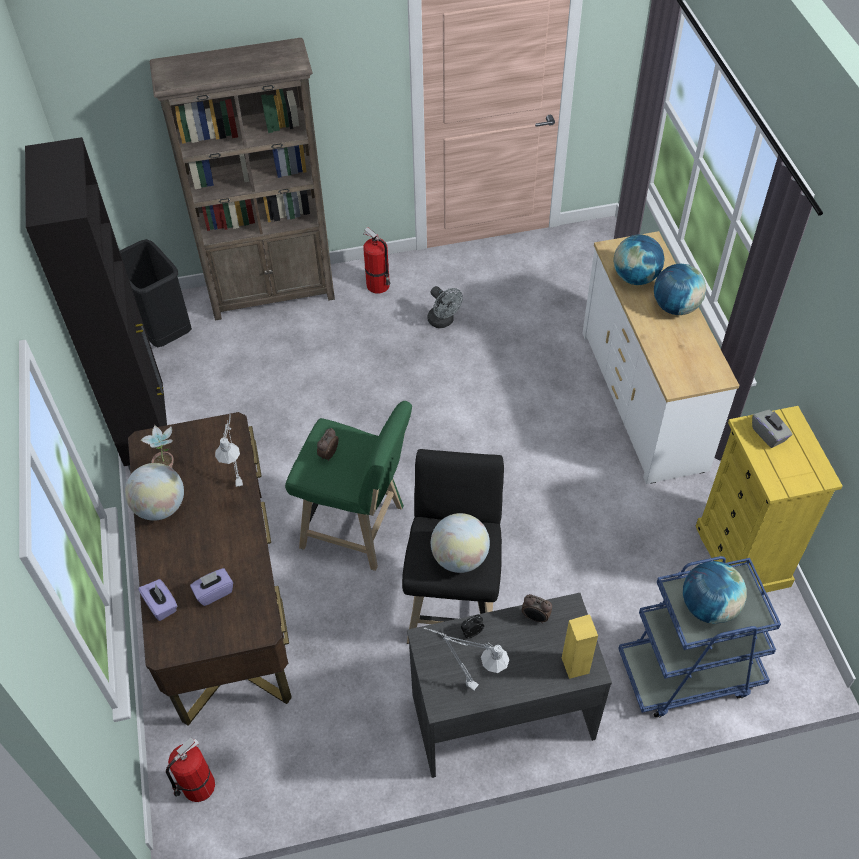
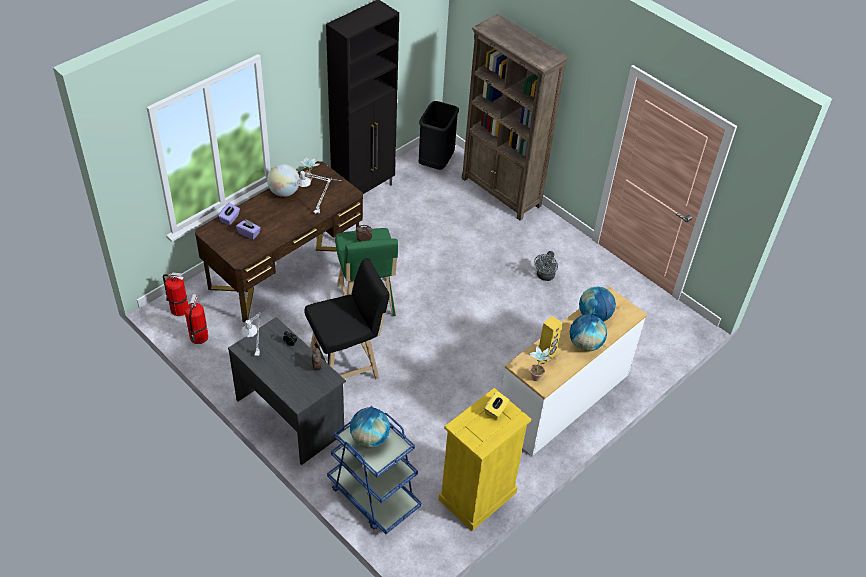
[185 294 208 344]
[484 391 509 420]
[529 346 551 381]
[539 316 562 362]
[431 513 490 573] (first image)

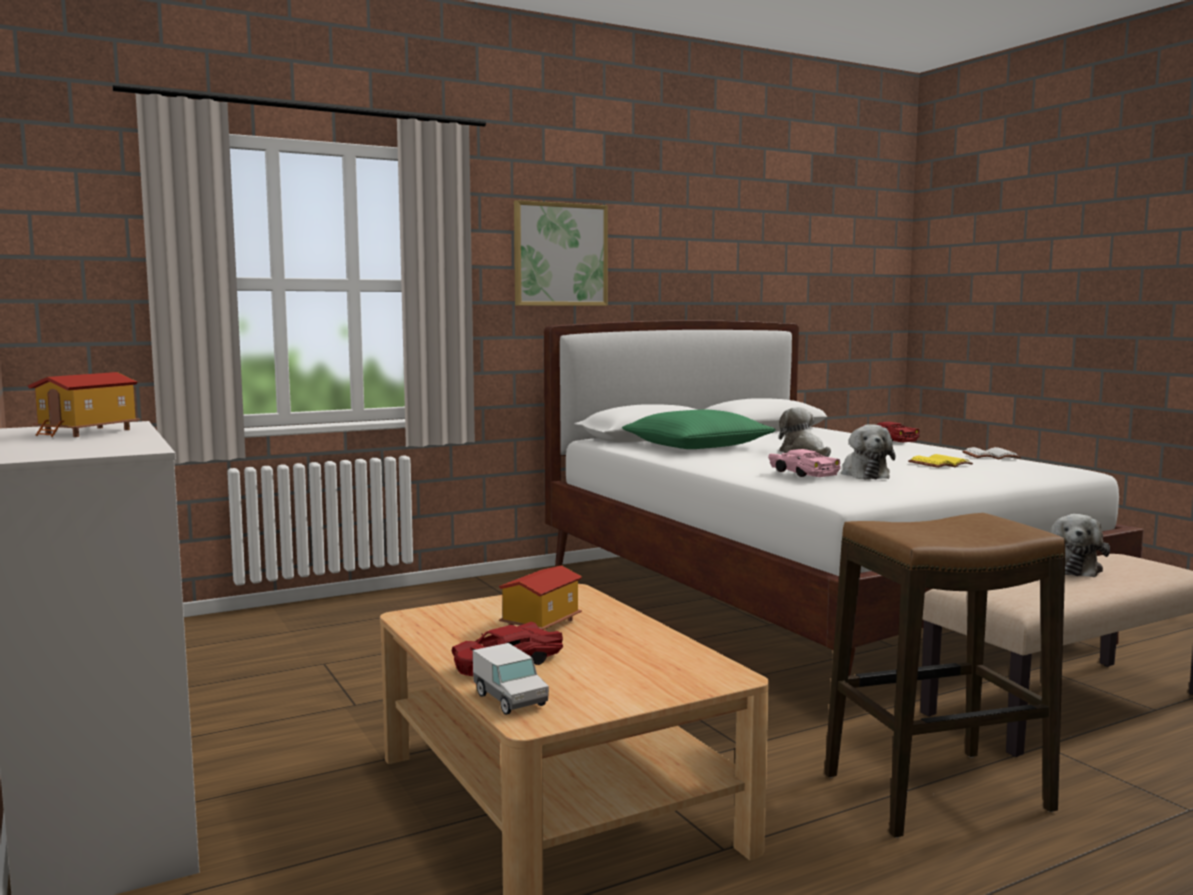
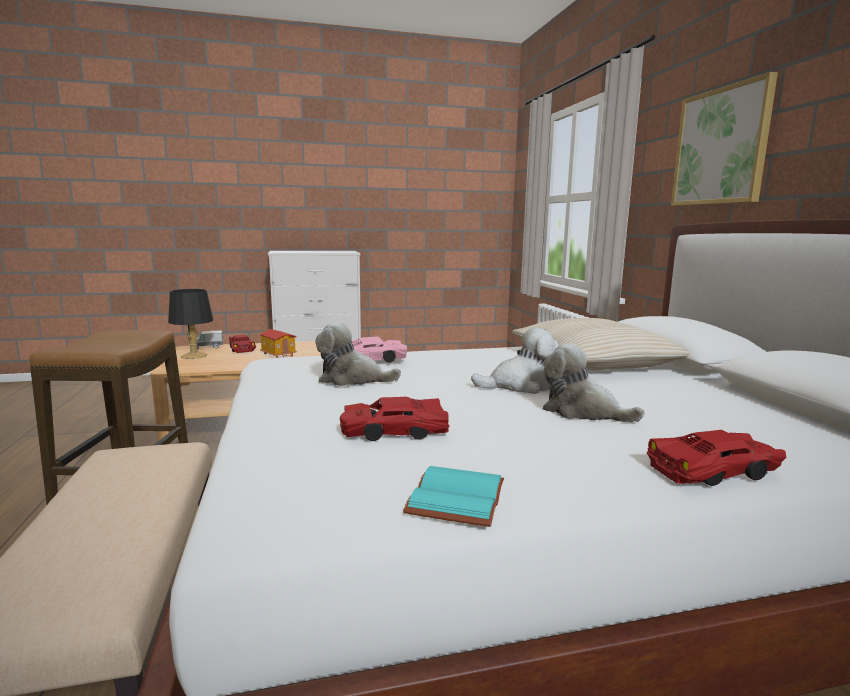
[168 289 213 359]
[340 397 450 441]
[403 466 504 527]
[512 318 690 370]
[543 343 644 422]
[28 372 140 437] (first image)

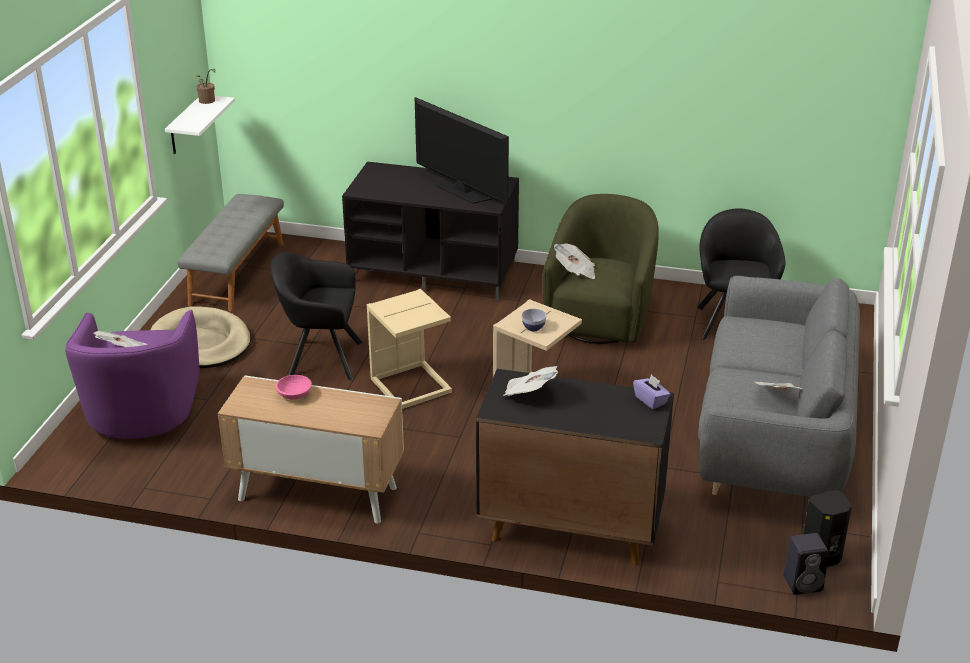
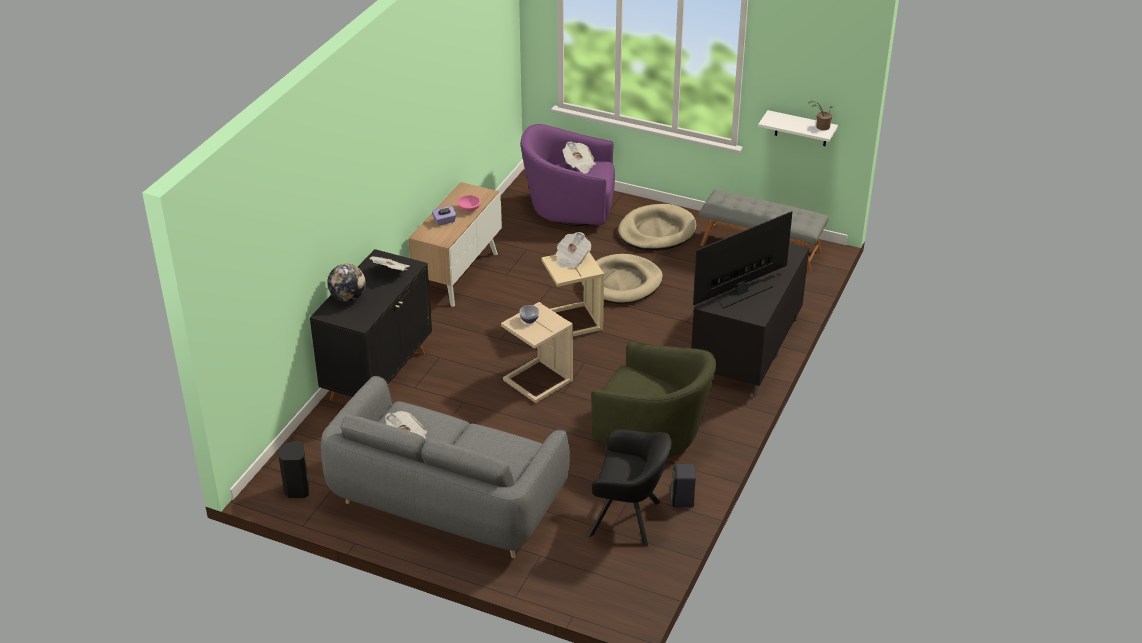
[327 264 366 302]
[432 206 457 225]
[556 232 591 268]
[581 254 663 304]
[671 464 696 507]

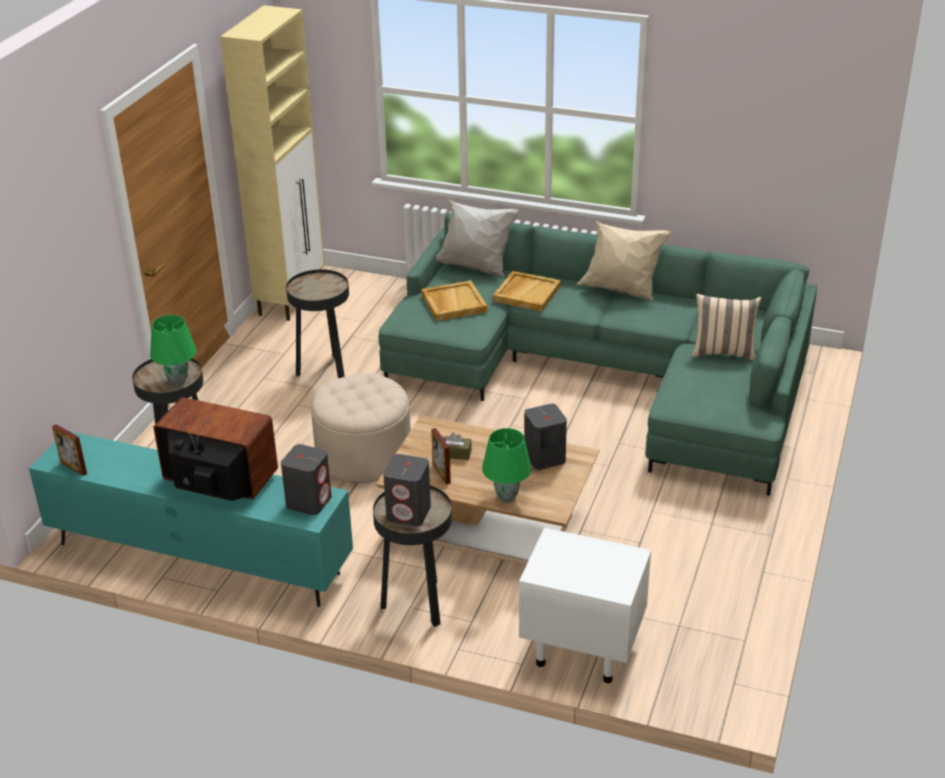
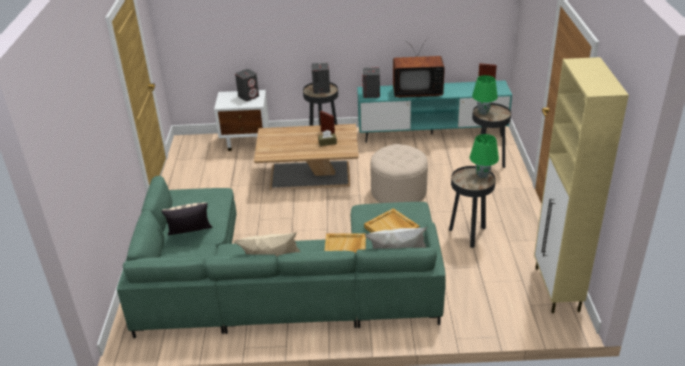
[235 69 259 101]
[470 134 499 178]

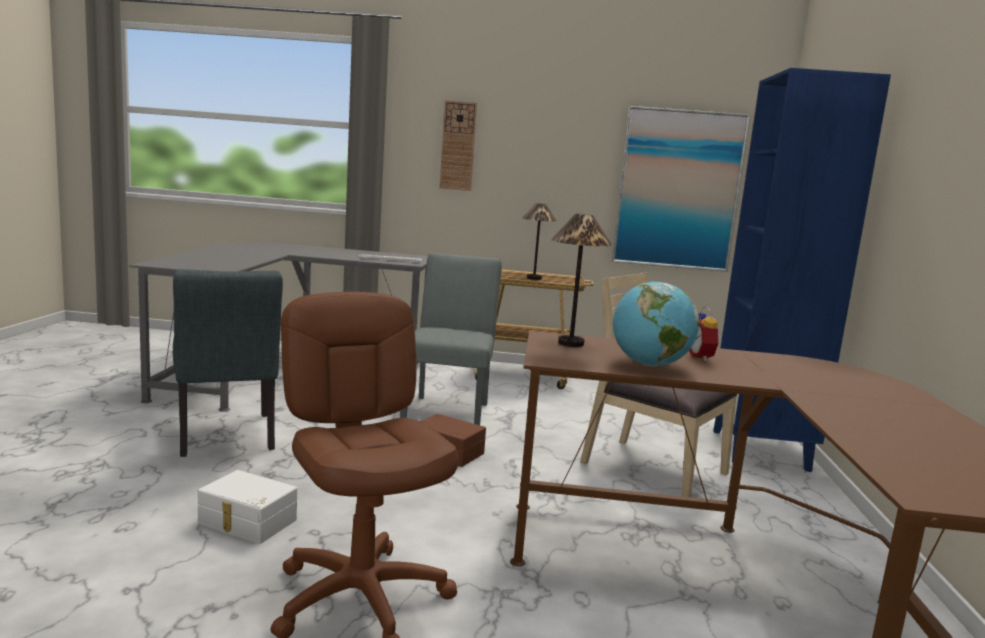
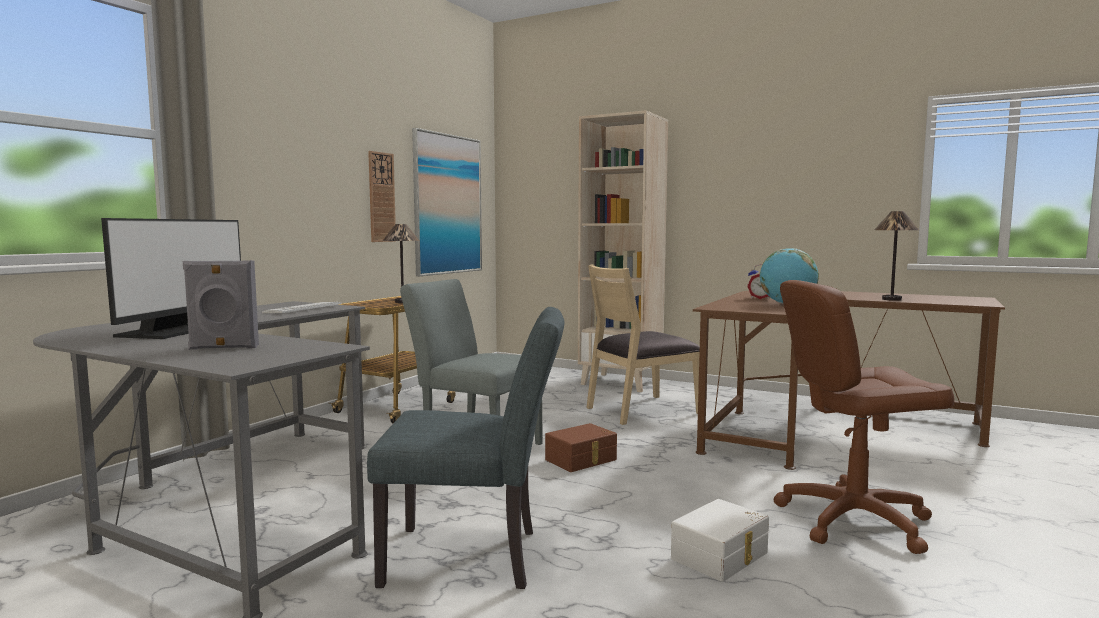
[101 218 241 339]
[183 260 259 350]
[368 151 396 242]
[578 110 668 392]
[874 211 919 301]

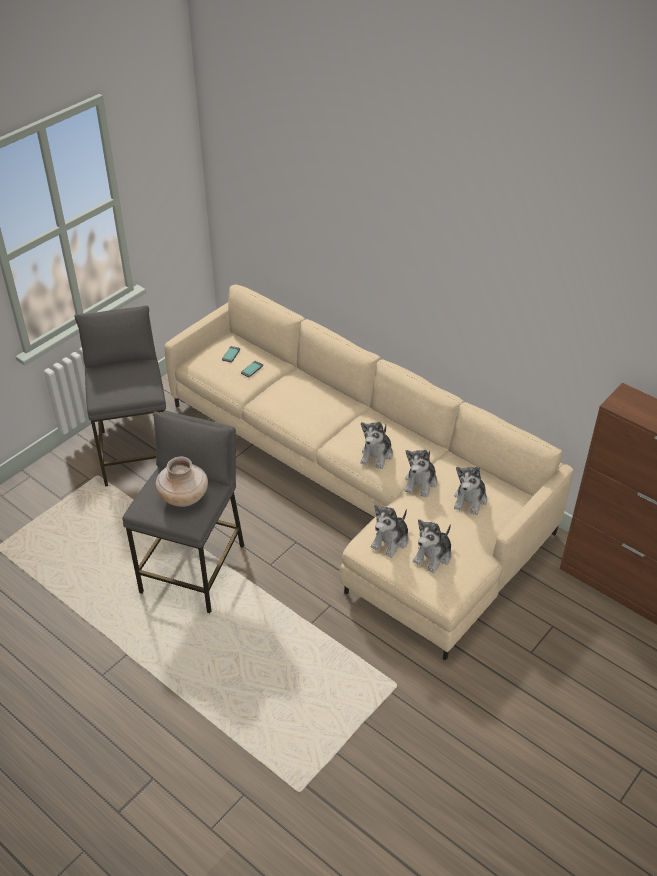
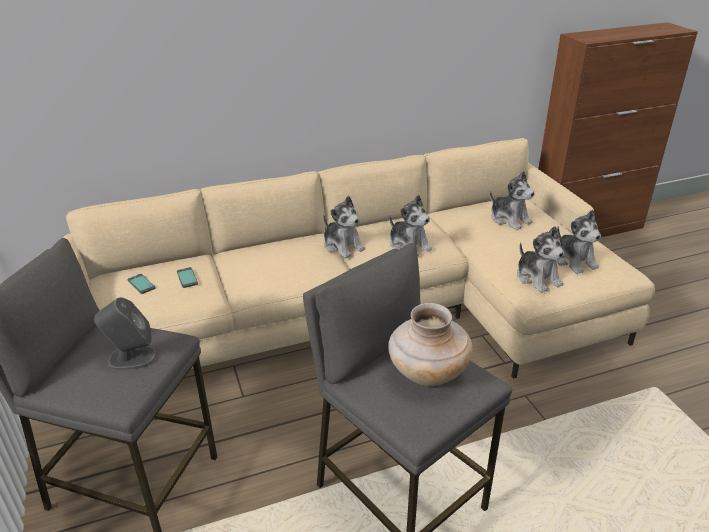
[94 297 157 370]
[324 196 365 258]

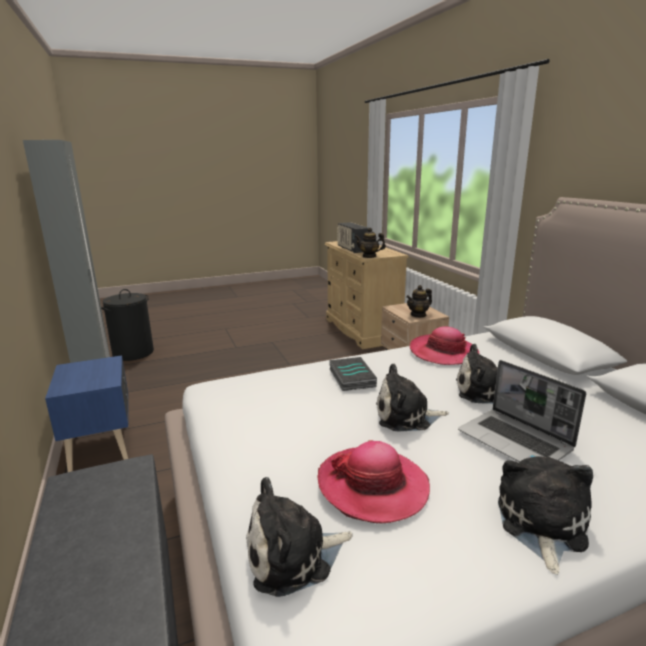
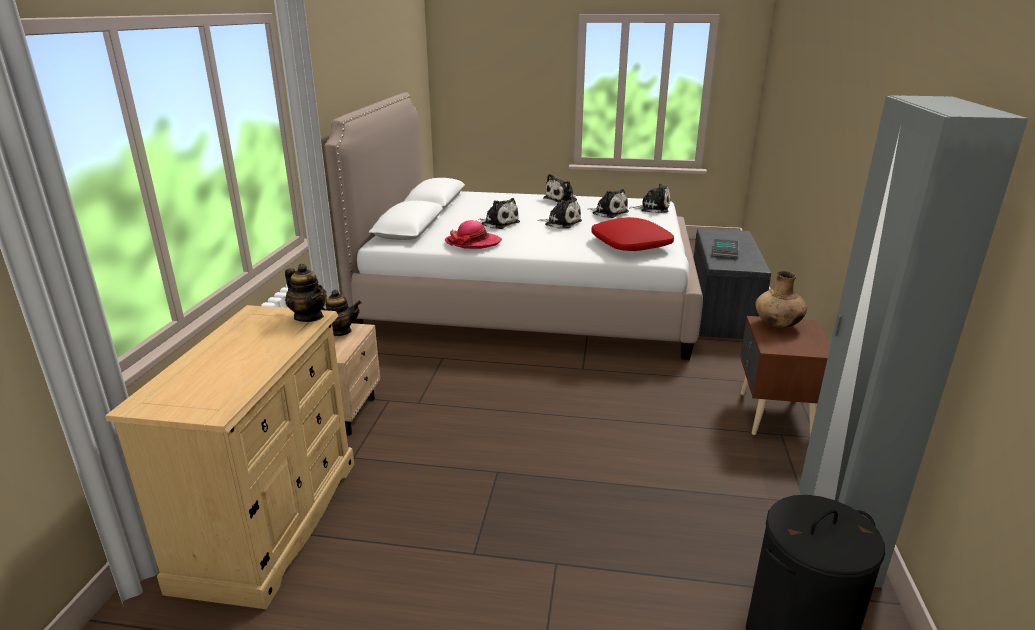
[588 189 629 218]
[591 217 674 251]
[712 239 739 259]
[740 316 830 435]
[756 271 807 328]
[337 222 369 253] (first image)
[458 360 586 462] (first image)

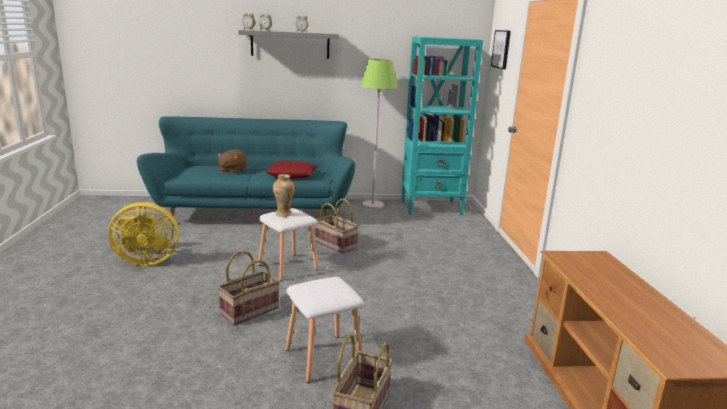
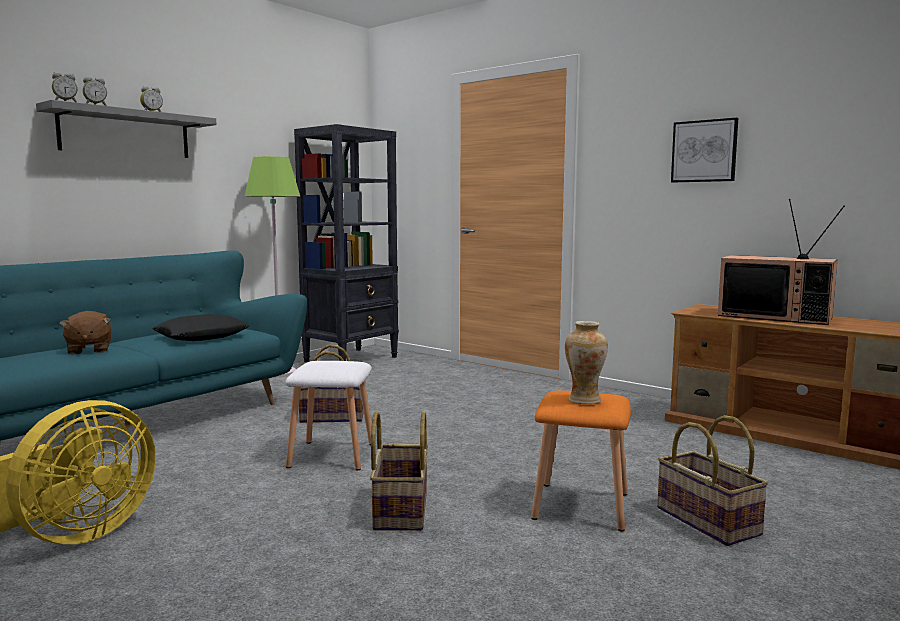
[152 314 250 341]
[294 124 399 362]
[531 390 631 531]
[565 321 608 404]
[671 118 738 182]
[718 199 845 325]

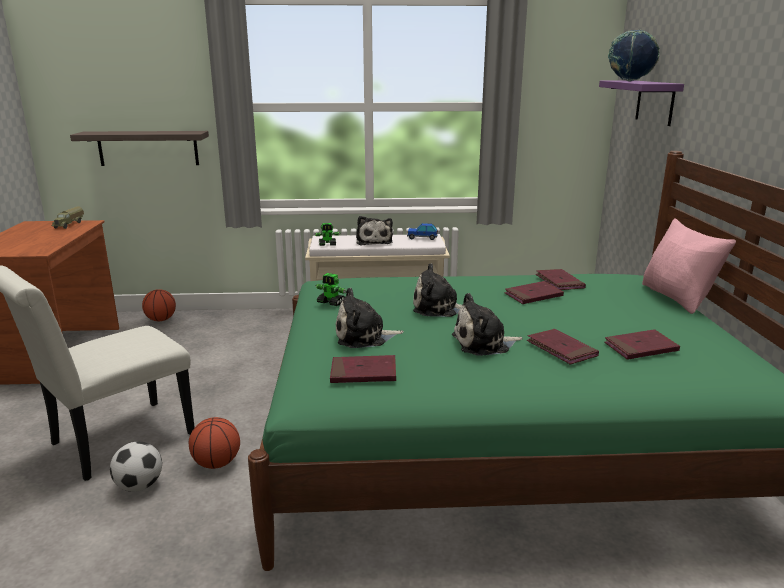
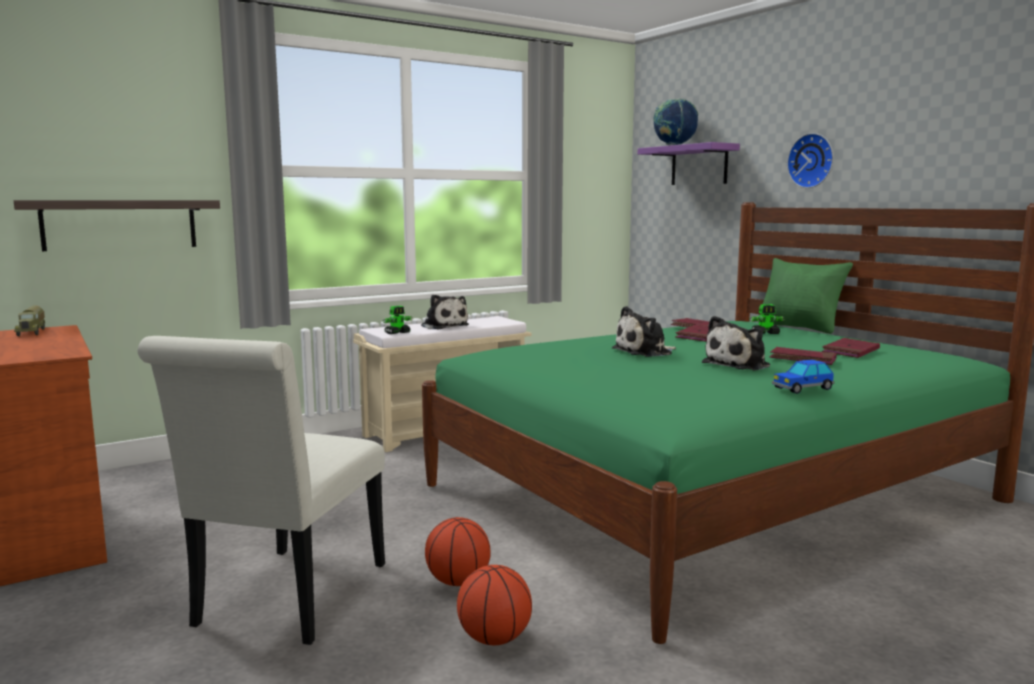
[457 565 532 645]
[749 304 785 334]
[758 258 853 334]
[772 359 834 394]
[787 133 833 188]
[110 441 162 492] (first image)
[330 355 396 383] (first image)
[336 288 404 348] (first image)

